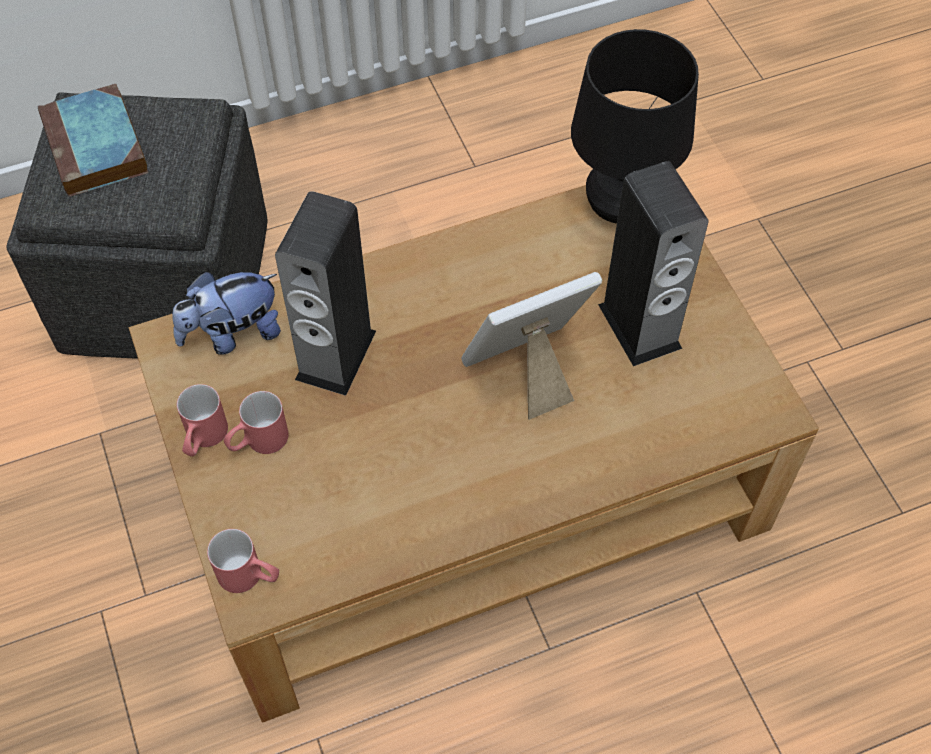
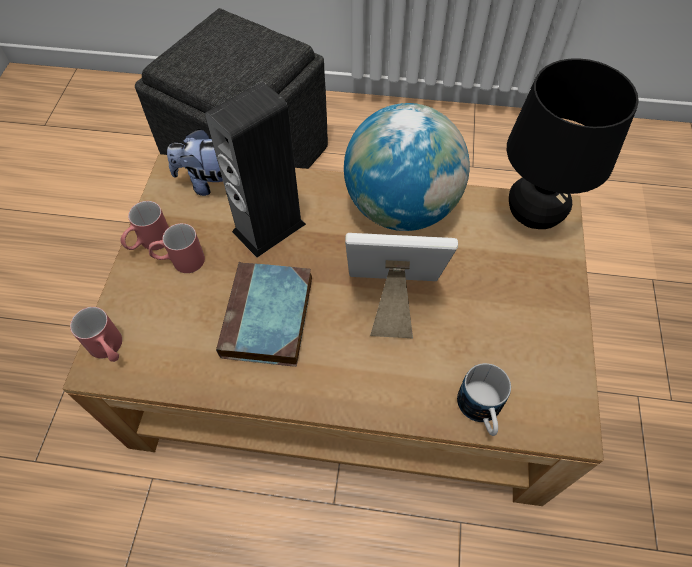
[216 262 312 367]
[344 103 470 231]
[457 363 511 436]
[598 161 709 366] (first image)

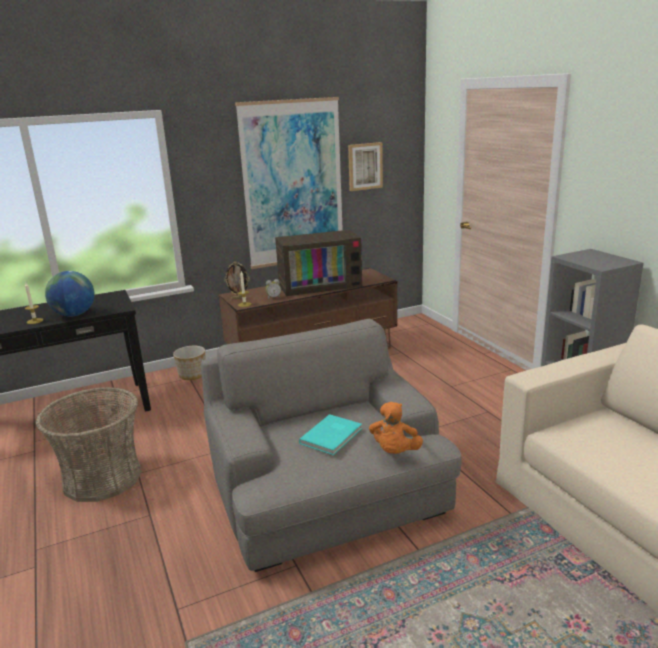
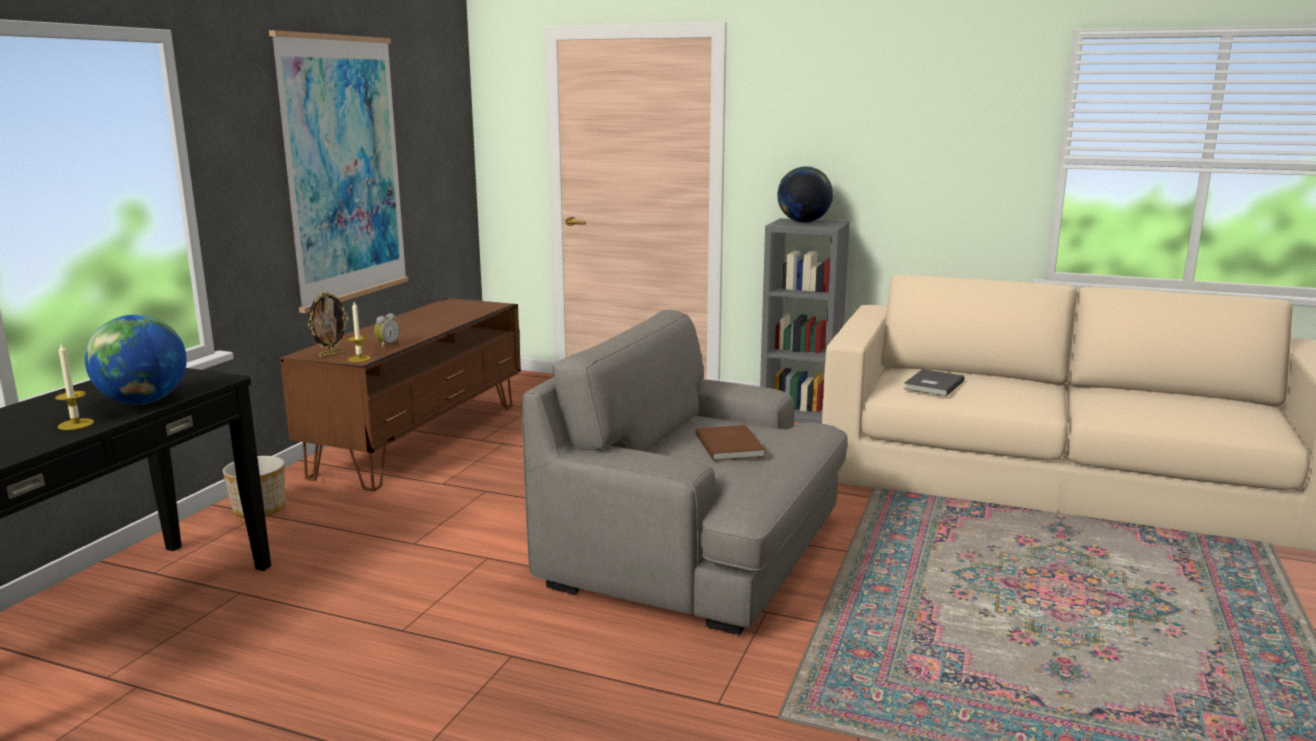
[696 425 766 461]
[777 166 833 223]
[904 369 965 396]
[35 387 142 502] (first image)
[275 230 362 296] (first image)
[348 142 383 191] (first image)
[369 402 423 454] (first image)

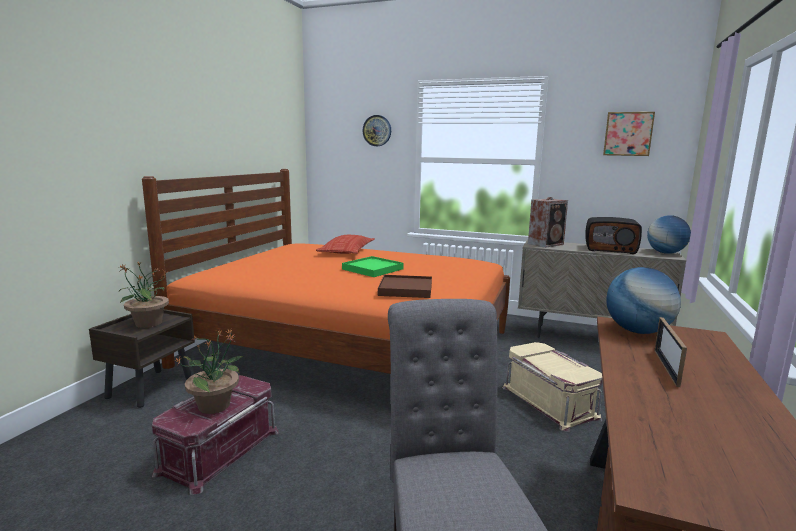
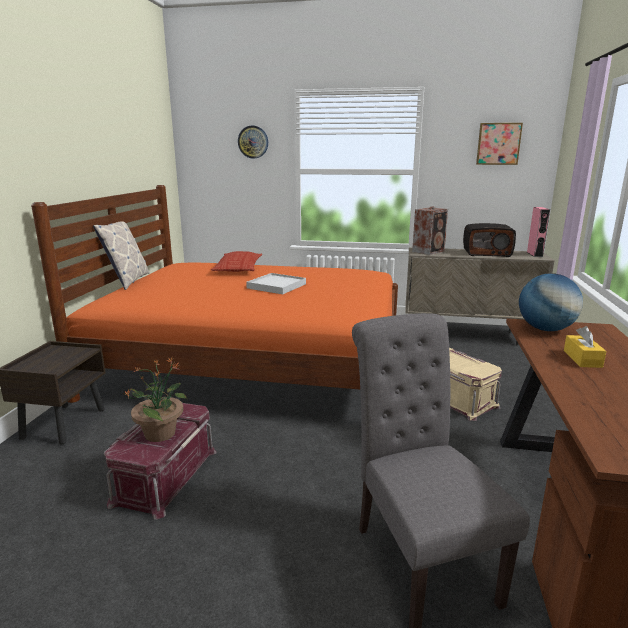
[93 221 150 290]
[246 273 306 294]
[527 207 550 257]
[564 326 607 368]
[119 262 169 328] (first image)
[378 275 432 298] (first image)

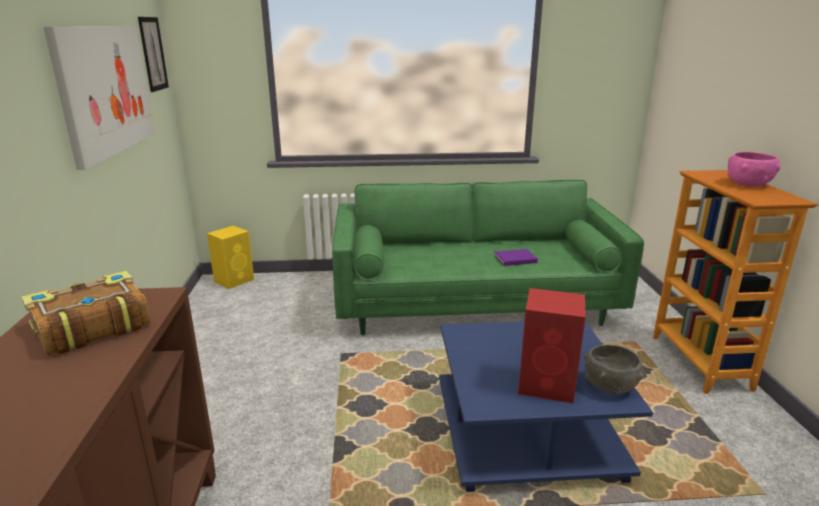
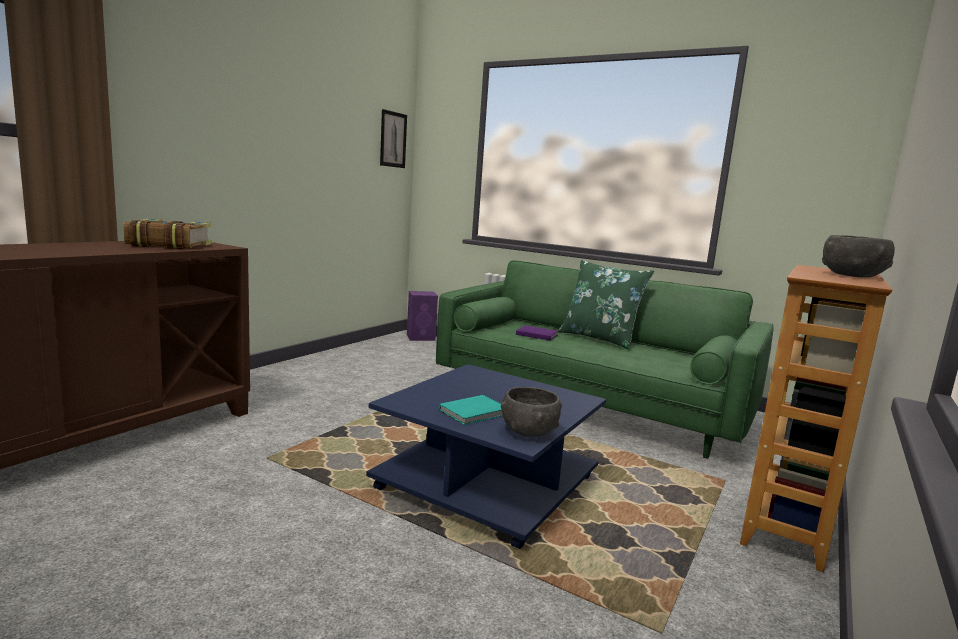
[407 291 438 341]
[439 395 502 425]
[516 325 558 341]
[558 260 654 350]
[822 235 895 278]
[44 26 155 170] (first image)

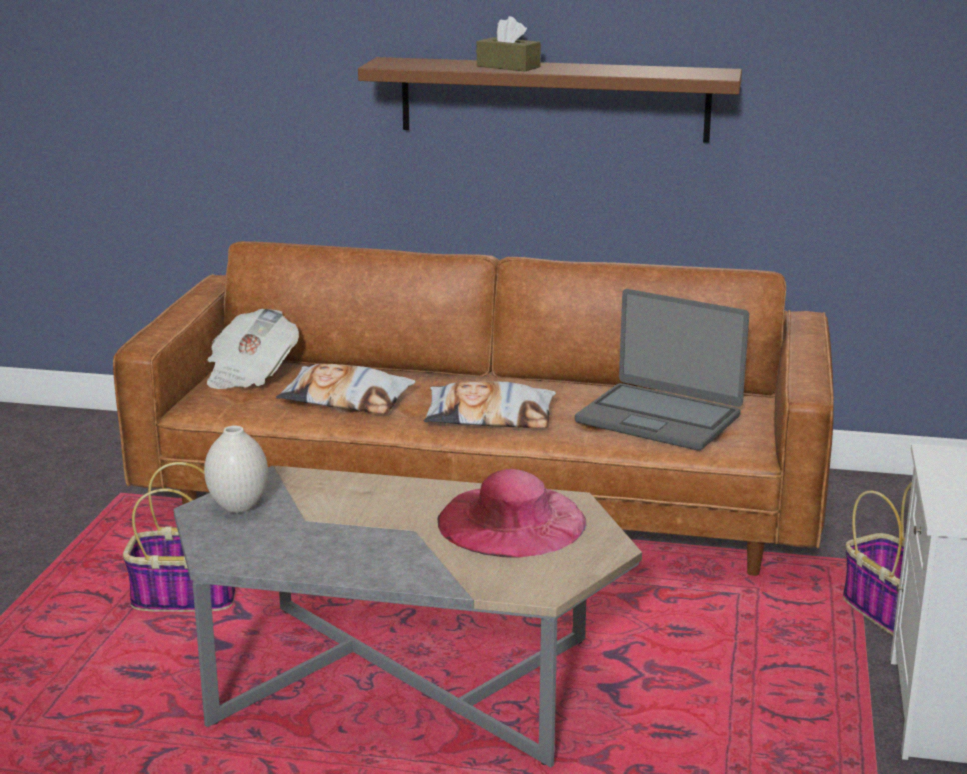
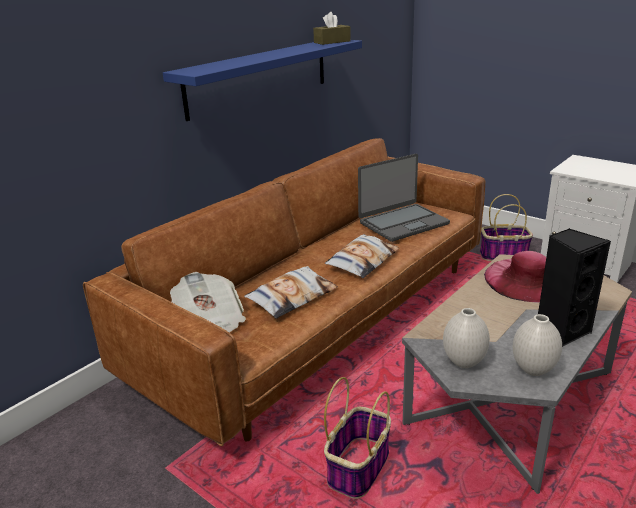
[163 40 362 121]
[313 12 351 45]
[513 314 562 376]
[538 228 611 347]

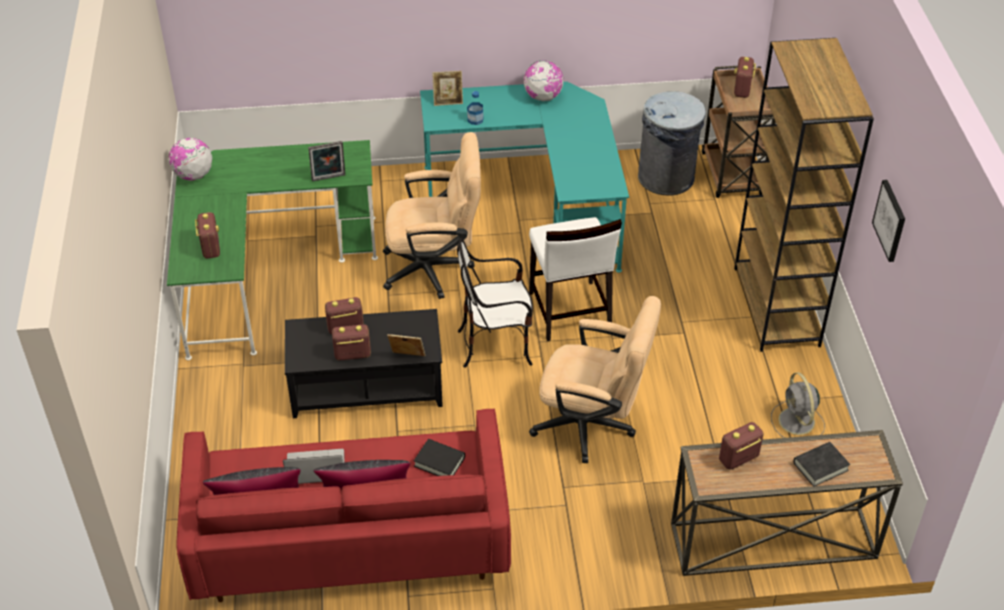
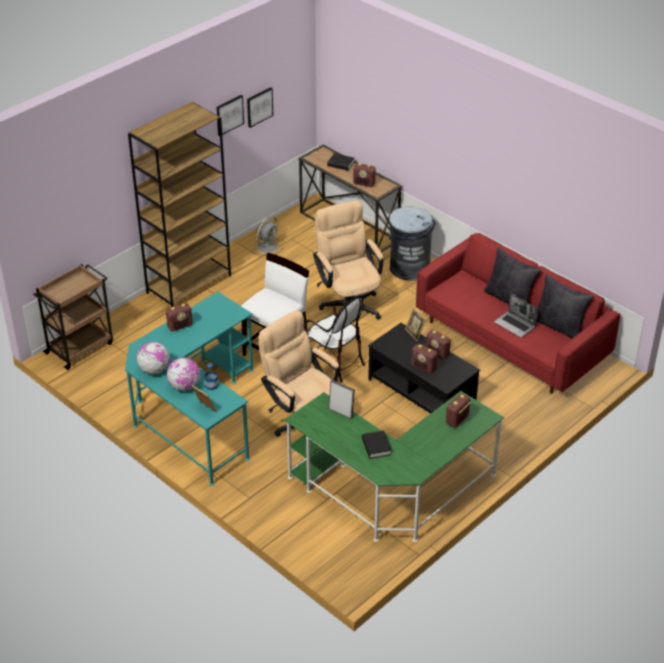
[166 303 193 332]
[167 357 200 391]
[247 87 273 128]
[362 430 392 459]
[389 207 436 281]

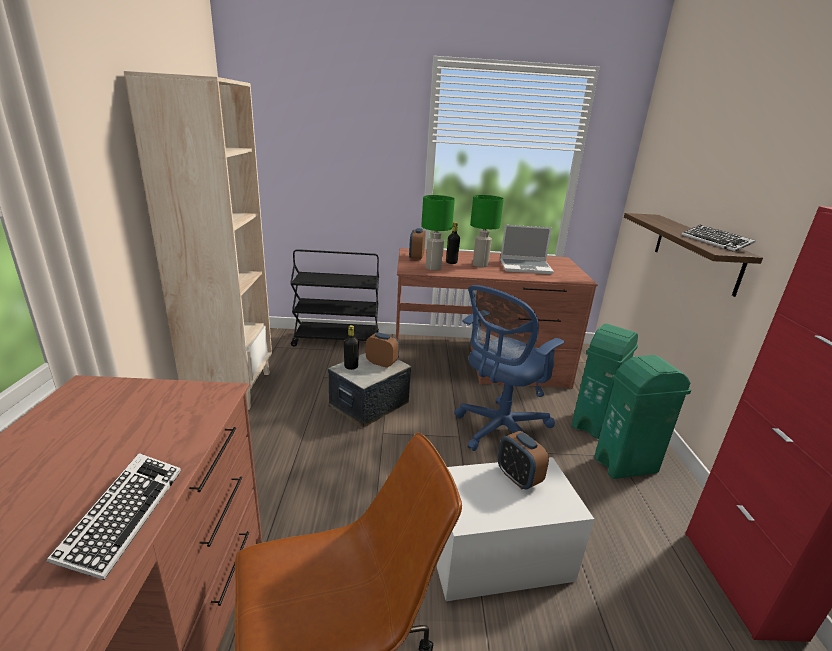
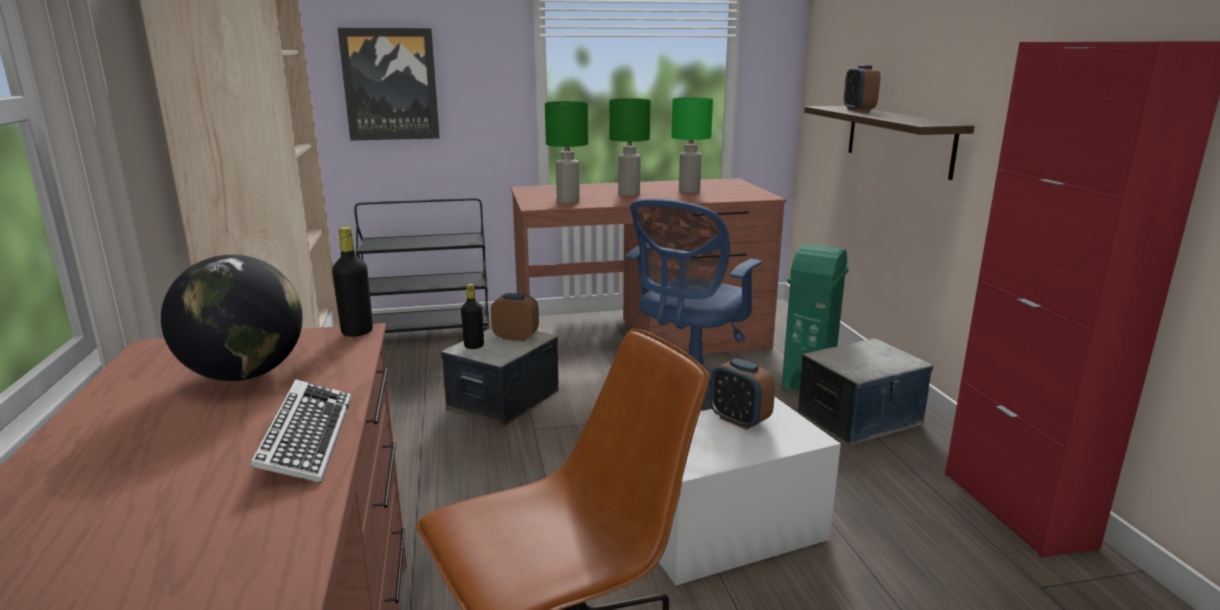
[161 255 303 381]
[332 227 373 337]
[338 28 440 141]
[672 97 713 193]
[798 338 933 445]
[844 65 880 111]
[681 225 756 252] (first image)

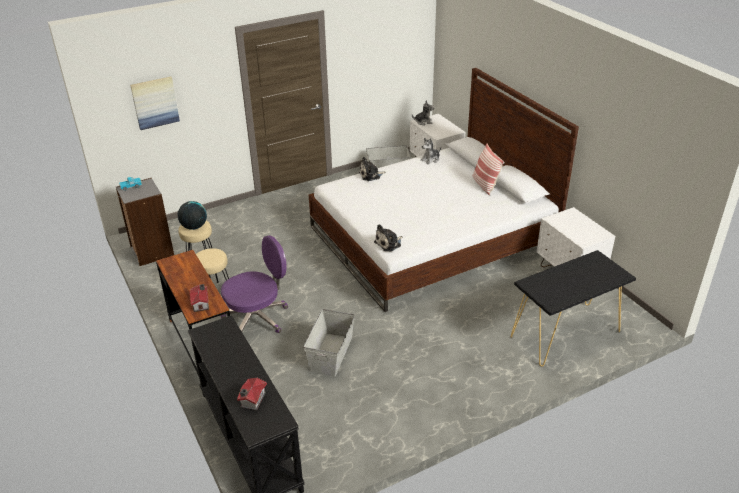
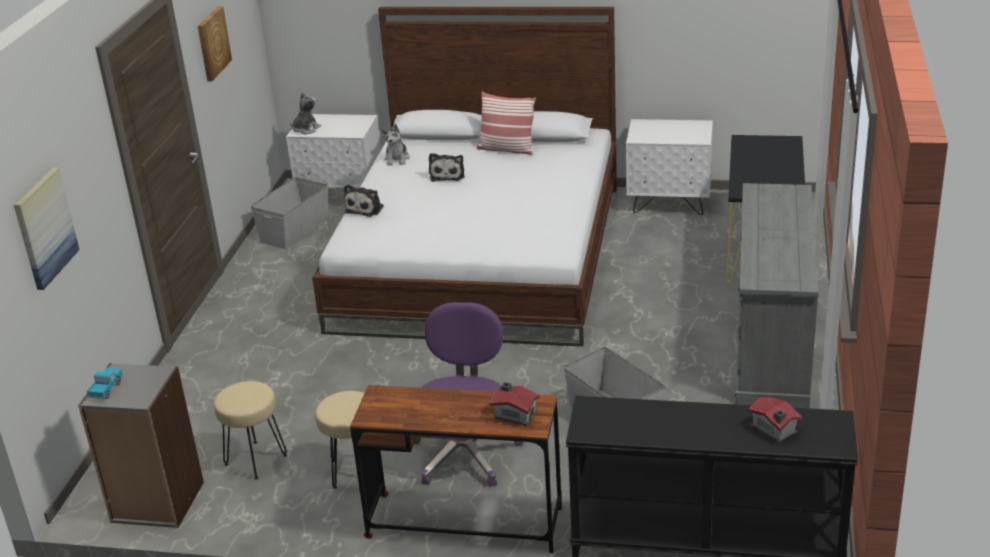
[198 6 232 82]
[429 153 465 182]
[735 183 819 408]
[178 201 207 230] (first image)

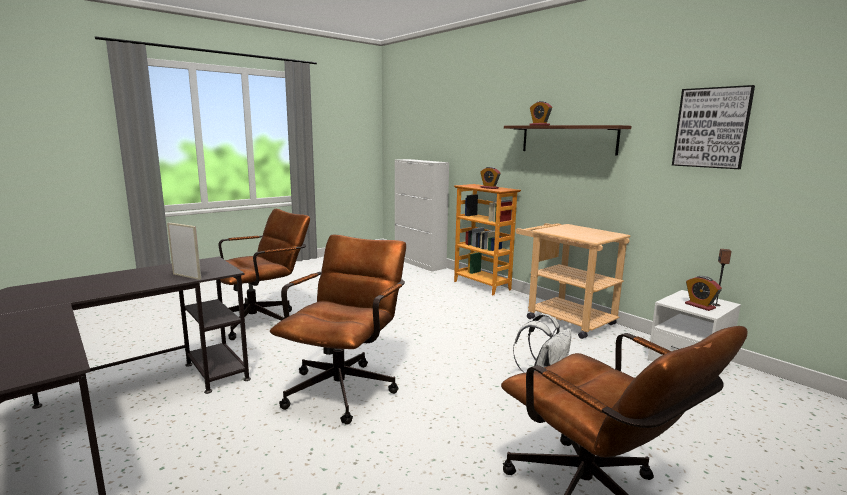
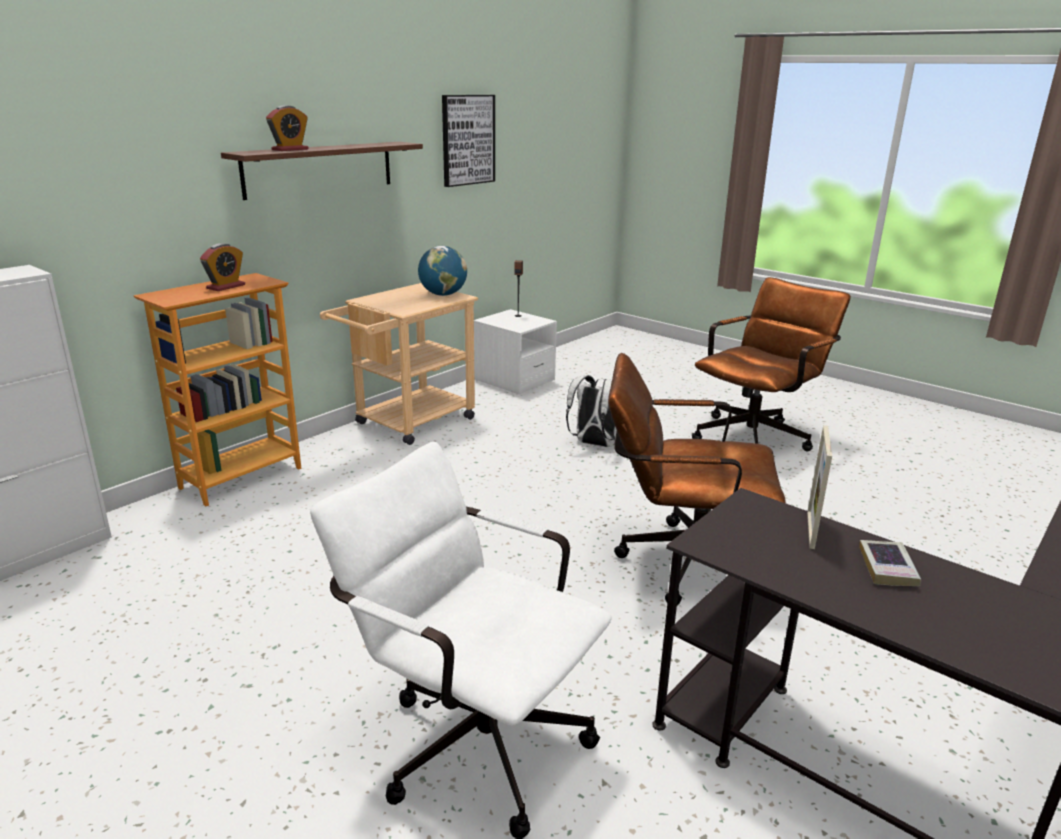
[310 442 612 839]
[418 246 467 296]
[859 540 921 586]
[685 276 722 311] (first image)

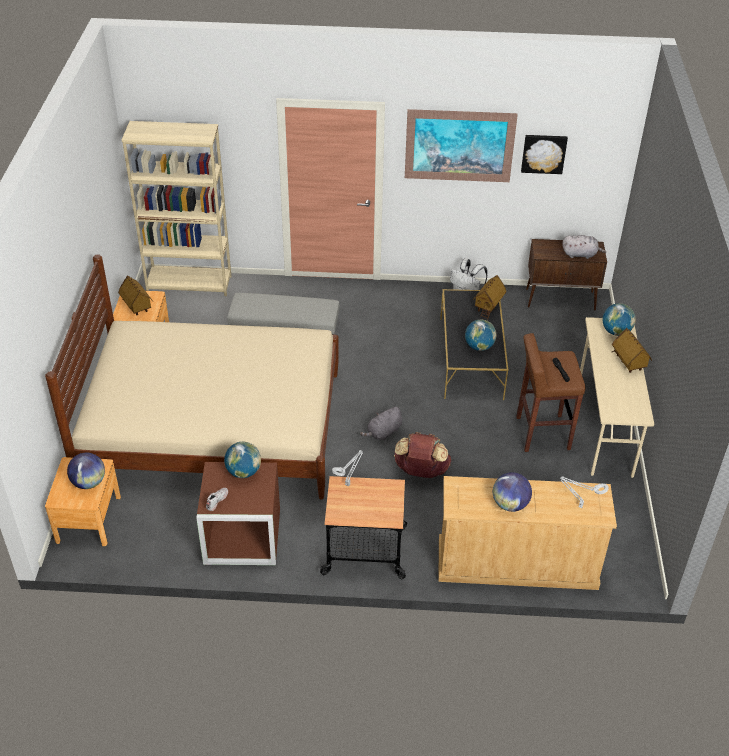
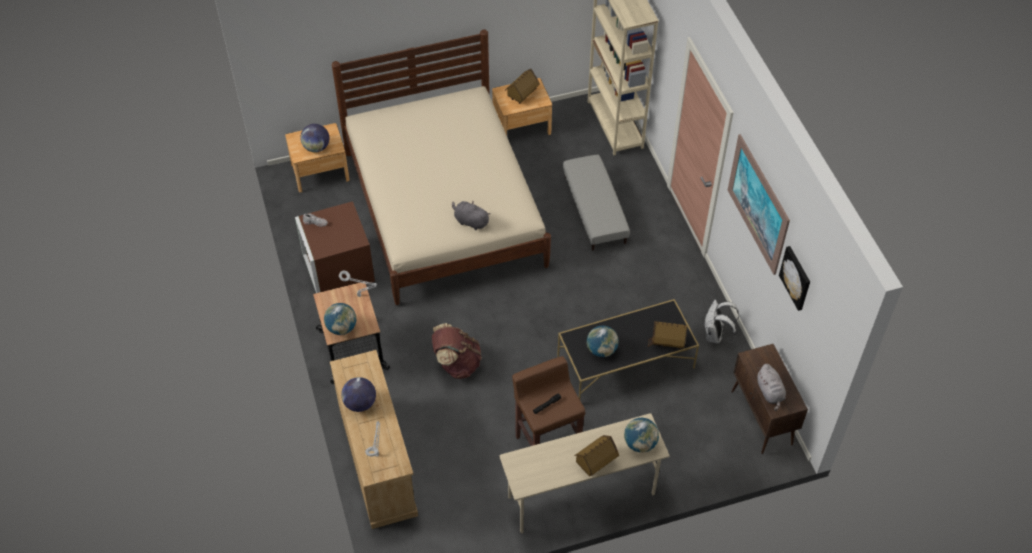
[324 303 356 335]
[452 201 491 230]

